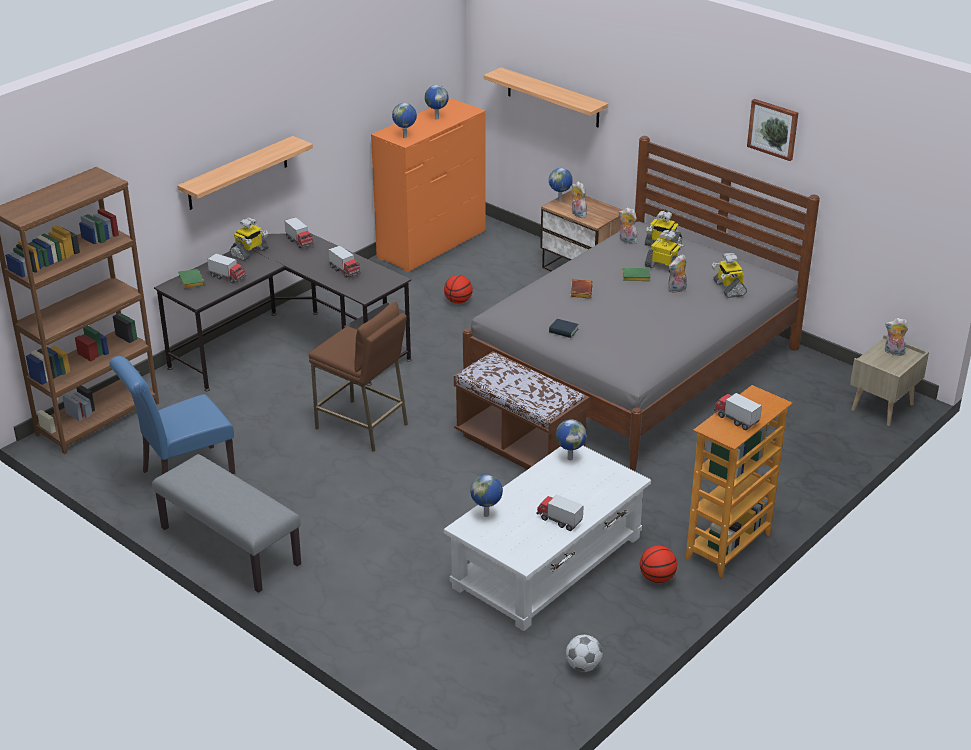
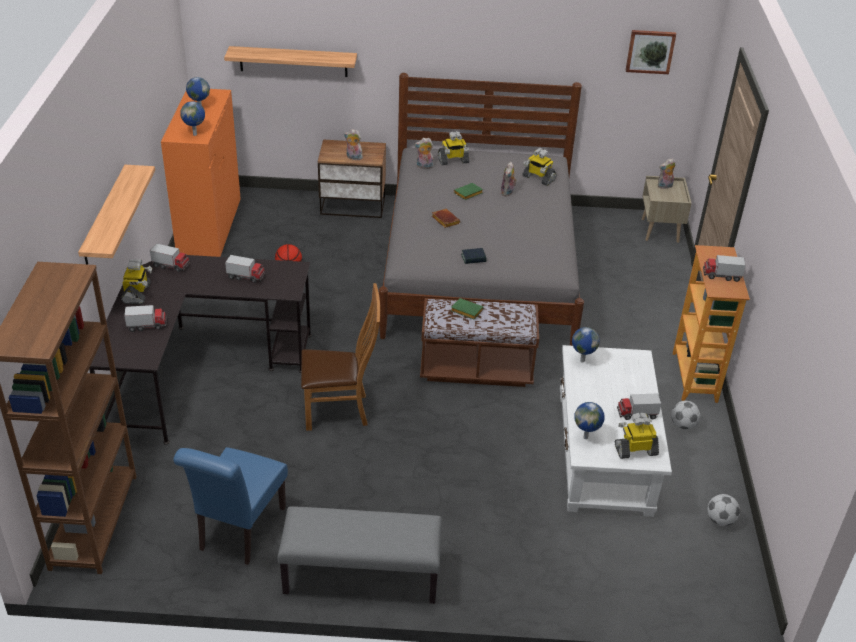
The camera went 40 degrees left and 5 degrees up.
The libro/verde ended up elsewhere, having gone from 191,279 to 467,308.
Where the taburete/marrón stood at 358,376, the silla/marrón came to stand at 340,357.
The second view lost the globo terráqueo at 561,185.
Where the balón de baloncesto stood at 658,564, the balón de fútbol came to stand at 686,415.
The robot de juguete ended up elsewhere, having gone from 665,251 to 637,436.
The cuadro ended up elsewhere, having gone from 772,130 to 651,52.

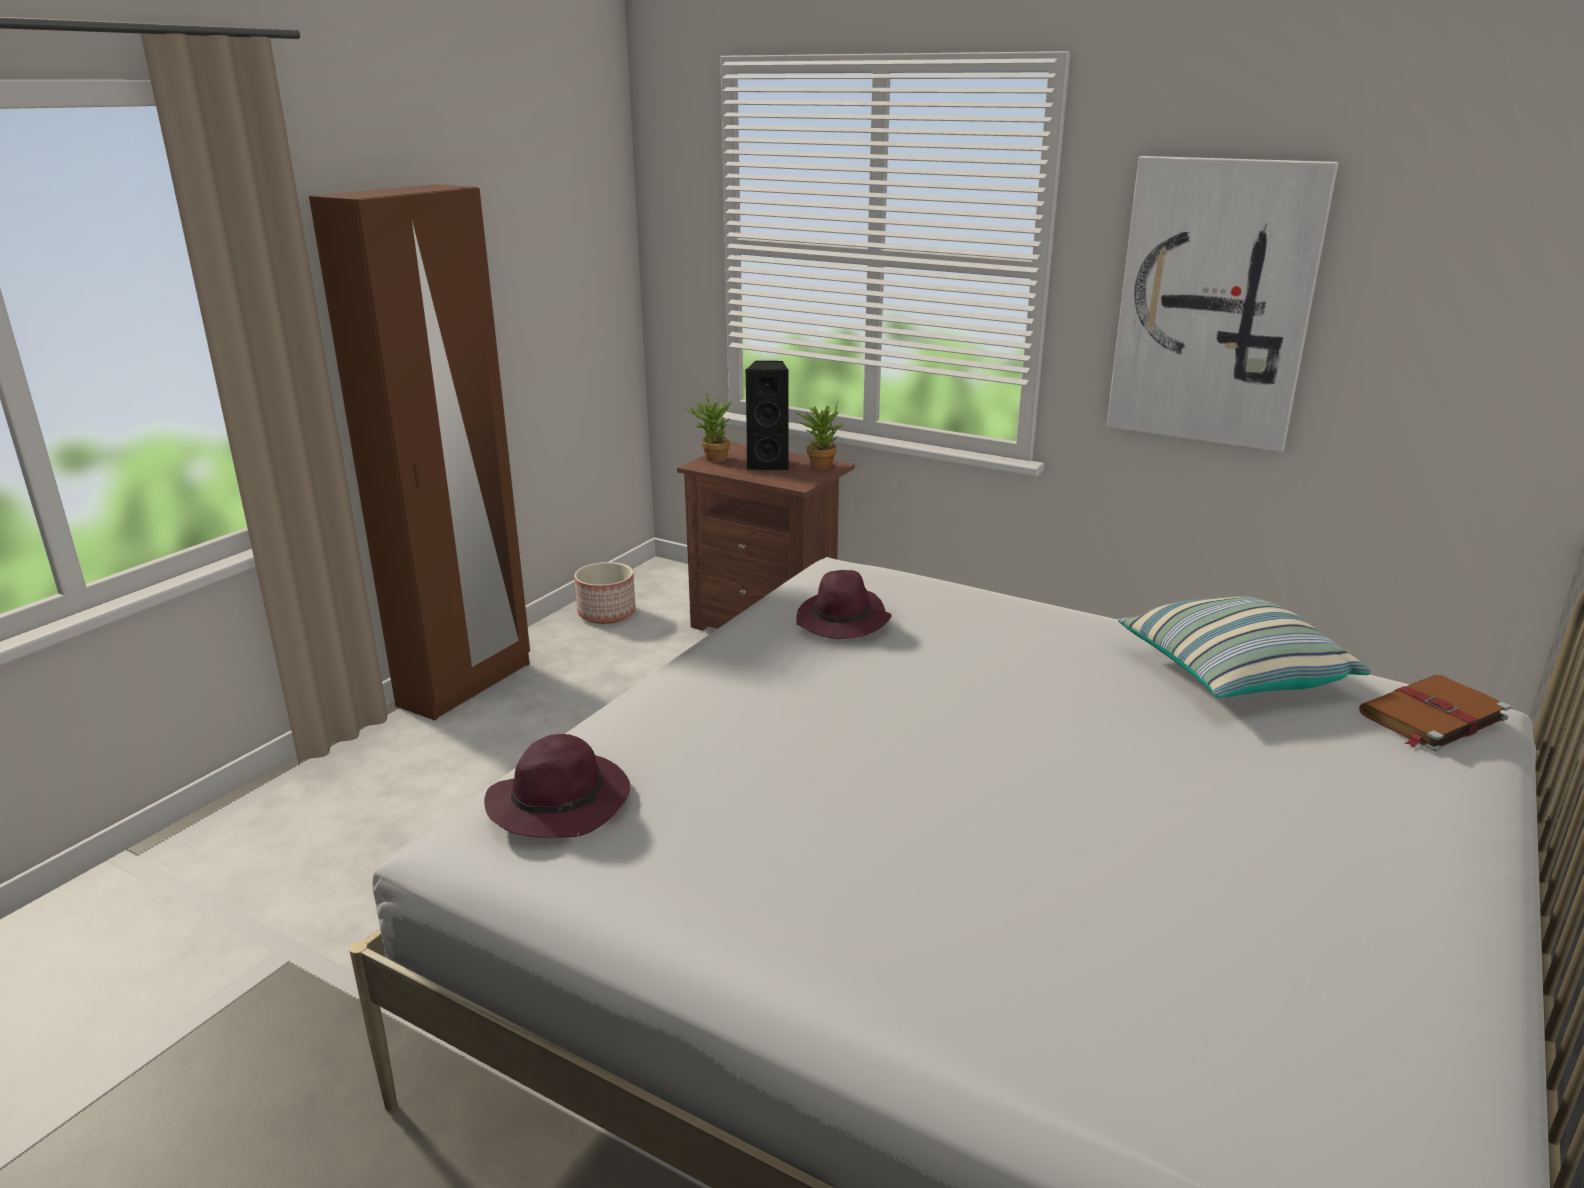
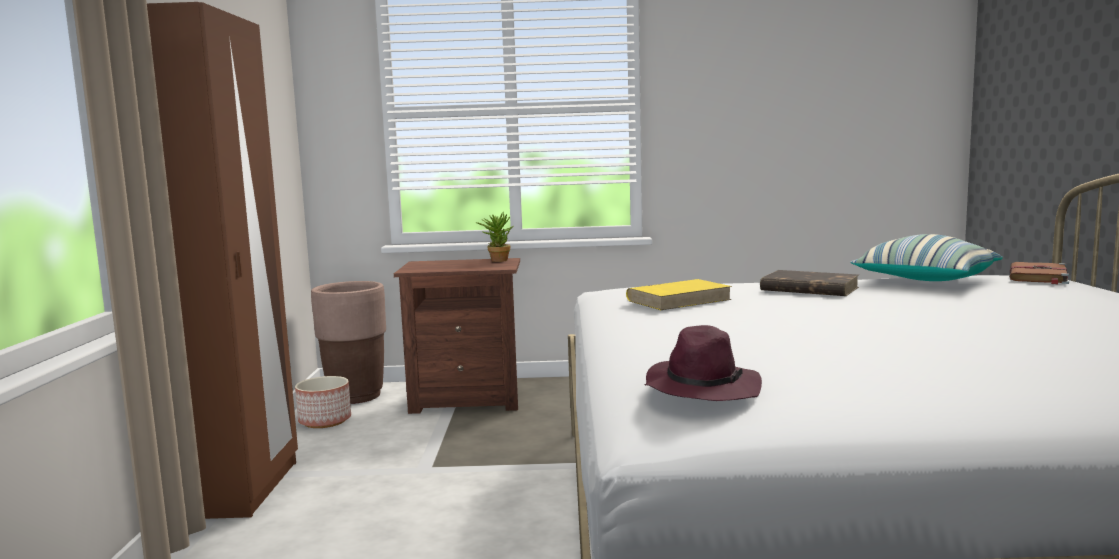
The camera went 30 degrees left and 15 degrees down.
The second view lost the planta en maceta at 708,428.
The second view lost the altavoz/negro at 767,415.
Where the sombrero/morado stood at 844,604, the libro/amarillo came to stand at 679,294.
The second view lost the cuadro at 1222,304.
The second view gained the maceta/marrón at 348,342.
The second view gained the libro/marrón at 809,283.

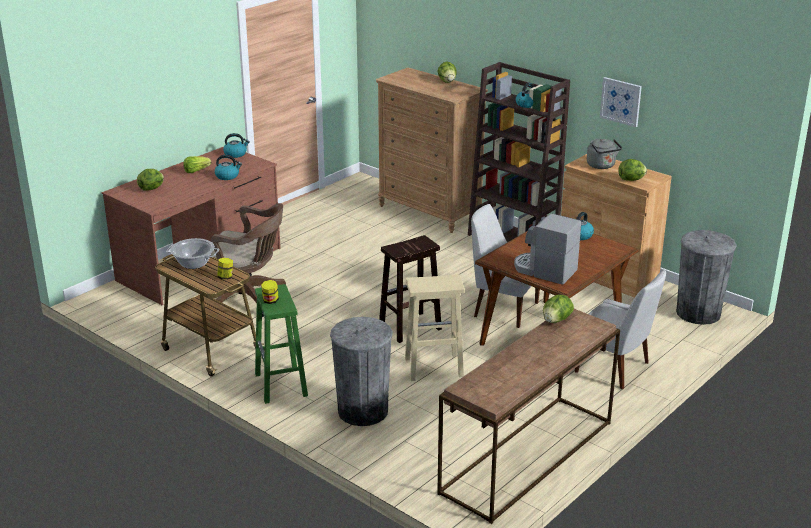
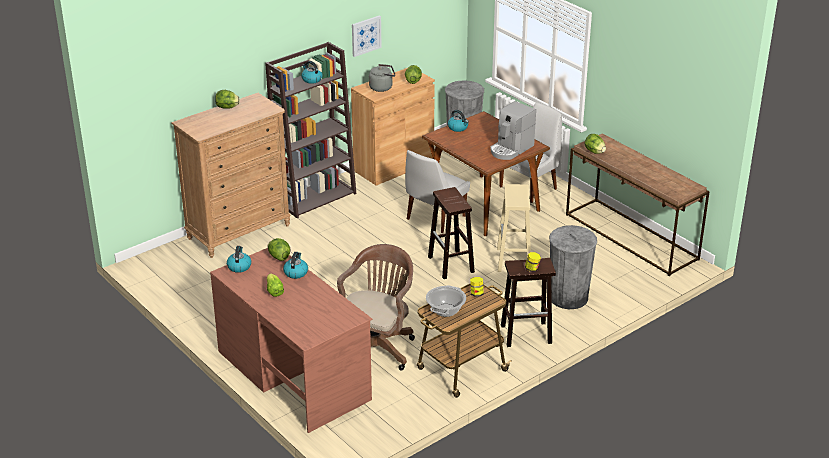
The camera went 80 degrees left and 5 degrees up.
The lechuga ended up elsewhere, having gone from 150,180 to 279,249.
What was the taburete/verde at 281,344 turned into the taburete/marrón at 528,302.

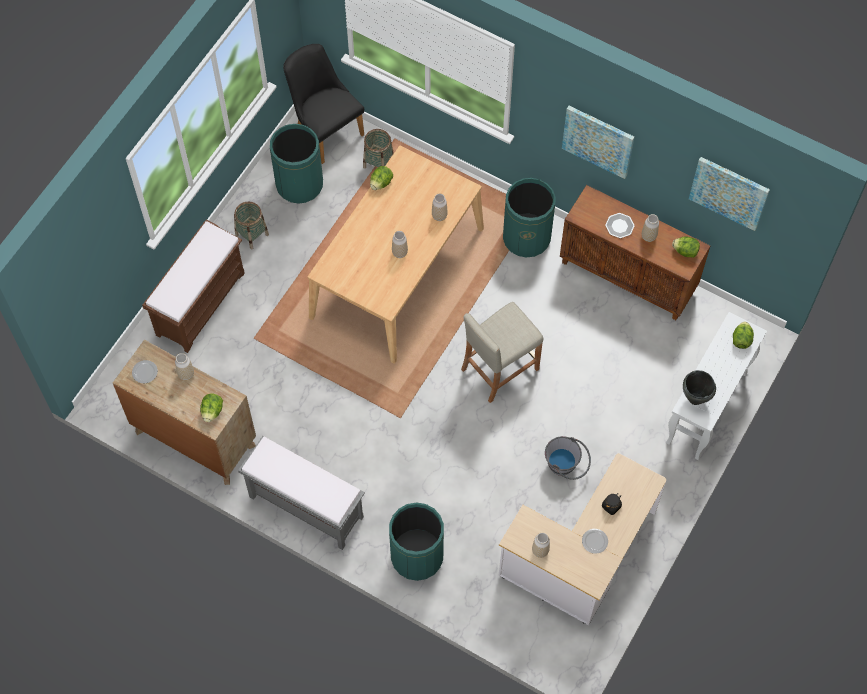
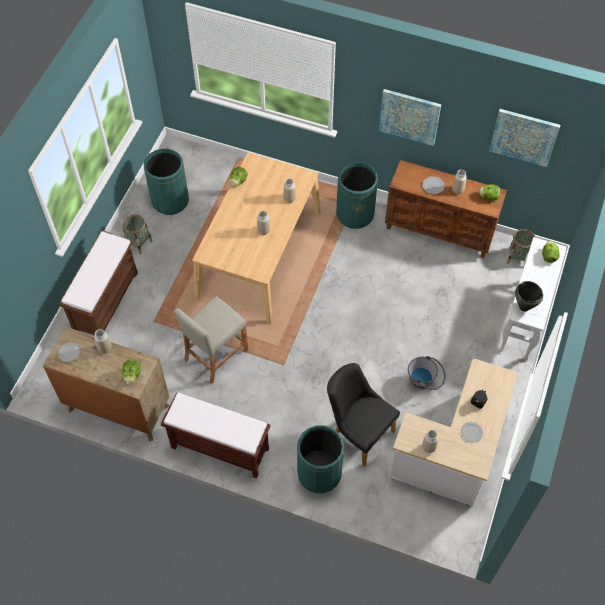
The camera went 10 degrees left and 5 degrees down.
What was the banco/gris at 301,493 turned into the banco/marrón at 216,435.
The silla/negro ended up elsewhere, having gone from 323,104 to 363,415.
The cesta ended up elsewhere, having gone from 378,149 to 520,246.
The taburete/beis ended up elsewhere, having gone from 502,352 to 211,340.

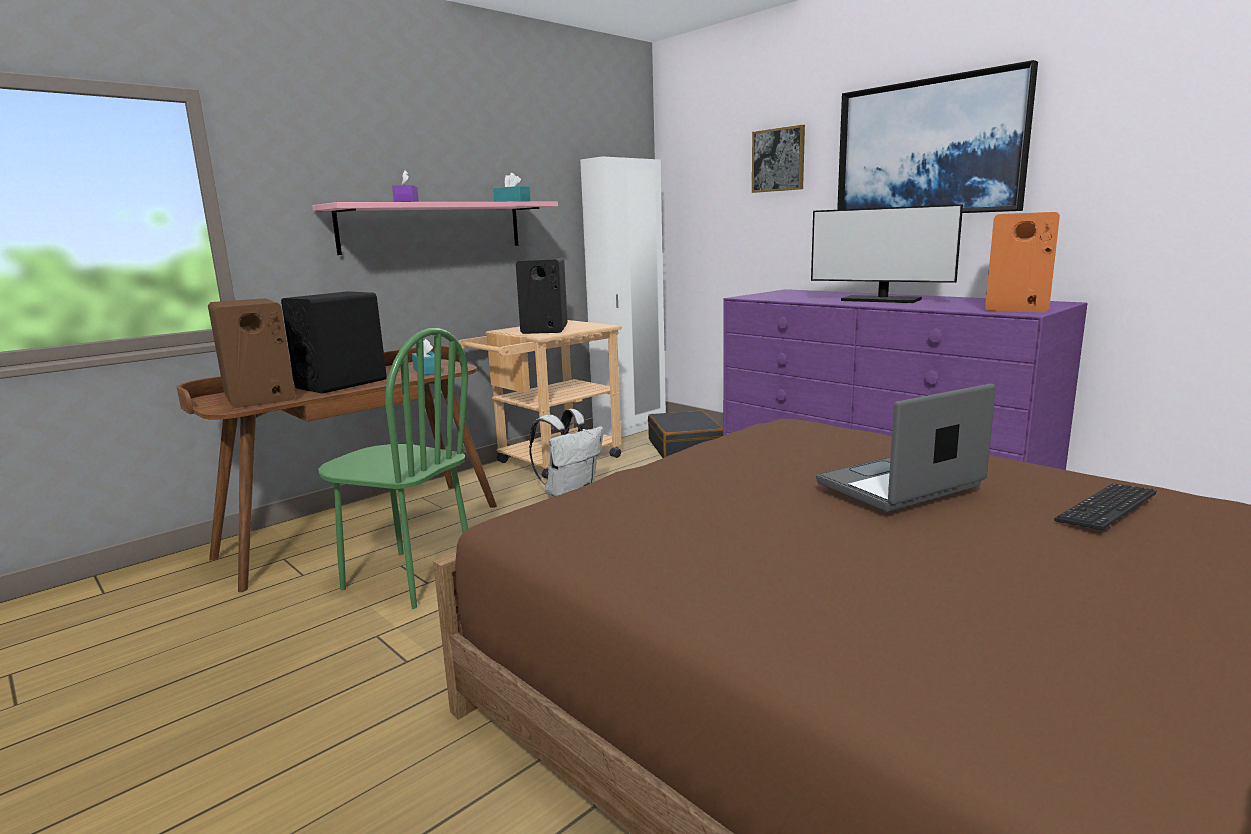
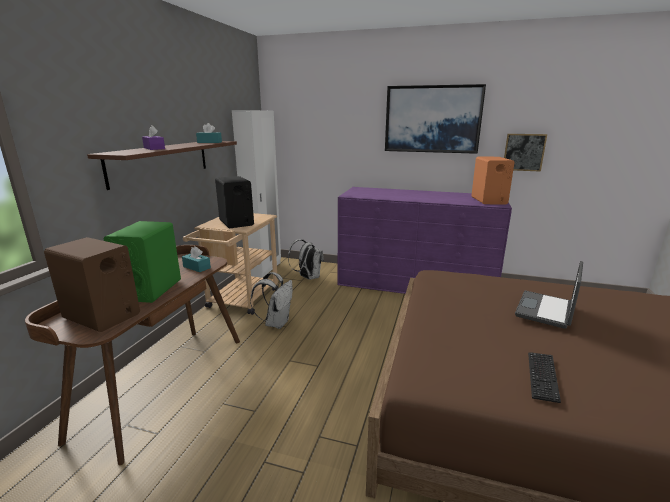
The camera went 30 degrees left and 5 degrees up.
What was the altavoz/negro at 334,342 turned into the altavoz/verde at 142,262.
What was the estante/rosa at 435,228 turned into the estante/marrón at 162,165.
The second view lost the silla/verde at 393,468.
Where the maleta/negro stood at 685,434, the mochila/blanco came to stand at 306,259.
The cuadro ended up elsewhere, having gone from 778,159 to 525,153.
The second view lost the monitor at 887,253.
The teclado ended up elsewhere, having gone from 1105,506 to 544,377.

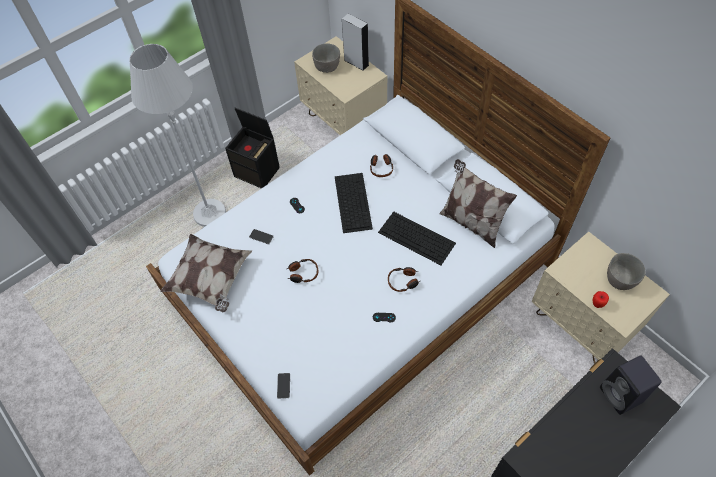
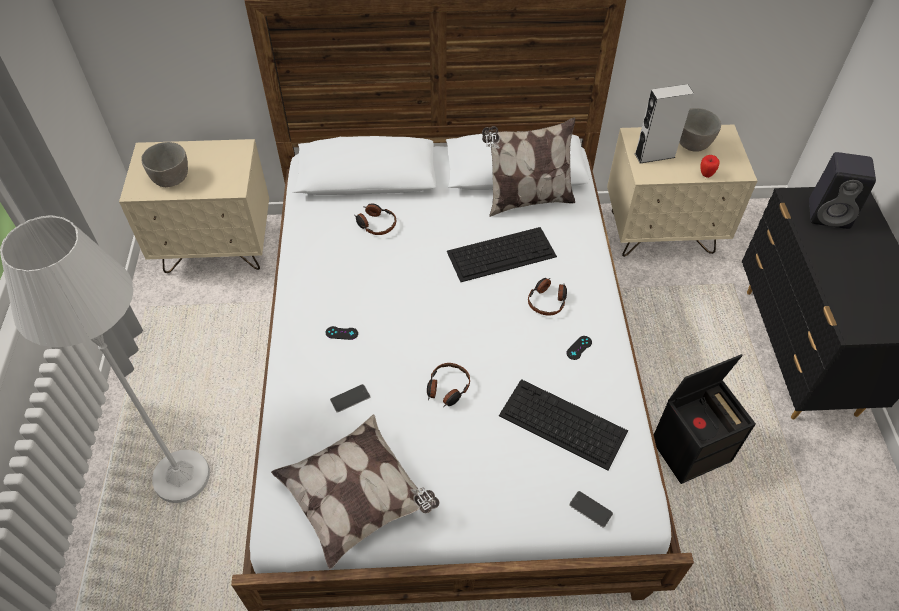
The camera went 55 degrees left and 5 degrees down.
The caja de almacenaje/negro ended up elsewhere, having gone from 252,148 to 705,419.
The teclado ended up elsewhere, having gone from 353,203 to 563,425.
The altavoz/gris ended up elsewhere, having gone from 355,42 to 664,123.

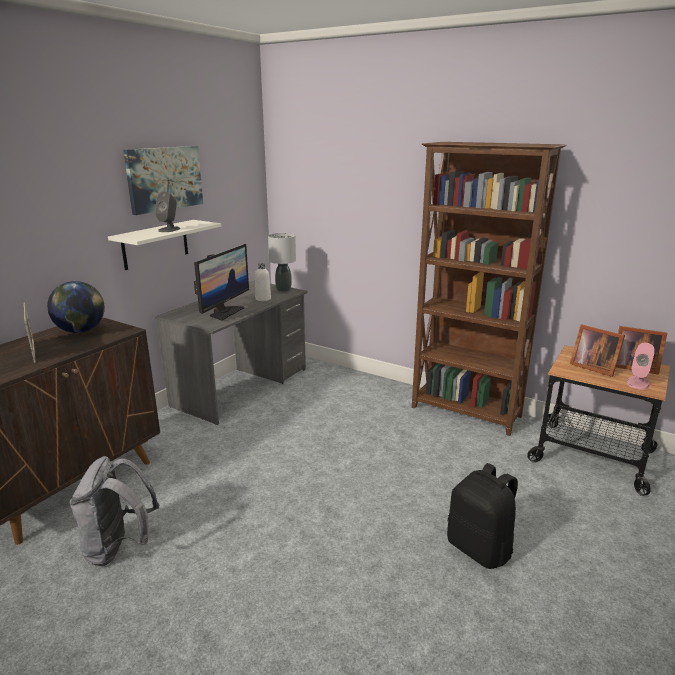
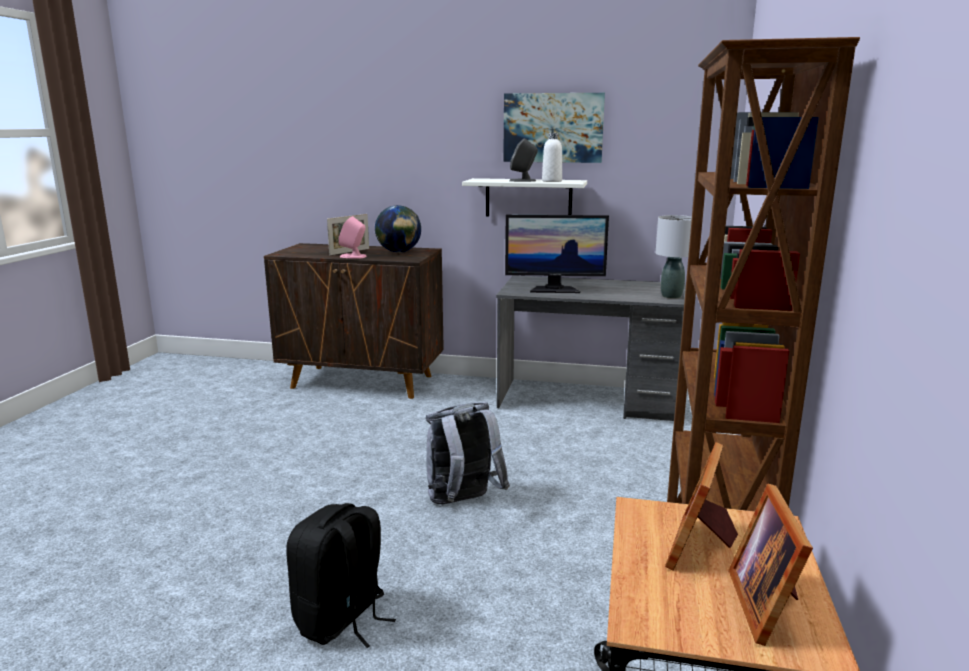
The camera went 70 degrees right and 5 degrees down.
The mochila/gris ended up elsewhere, having gone from 114,511 to 468,453.
The botella/blanco ended up elsewhere, having gone from 263,282 to 552,157.
The altavoz/rosa ended up elsewhere, having gone from 641,366 to 352,237.

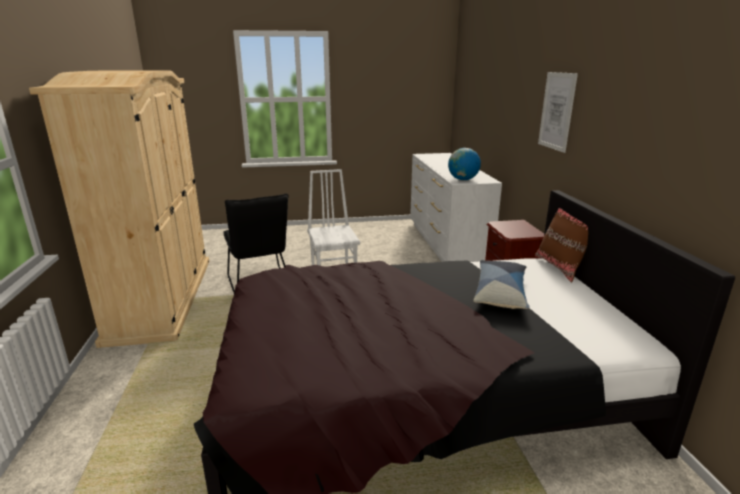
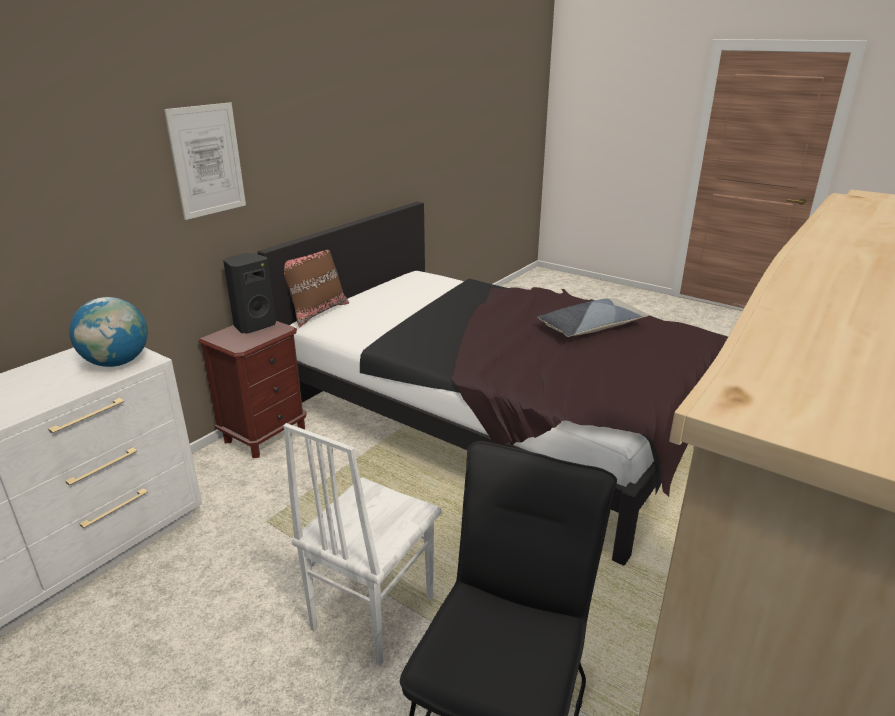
The camera went 135 degrees left and 5 degrees up.
The cojín ended up elsewhere, having gone from 501,284 to 592,317.
The second view gained the altavoz/negro at 249,293.

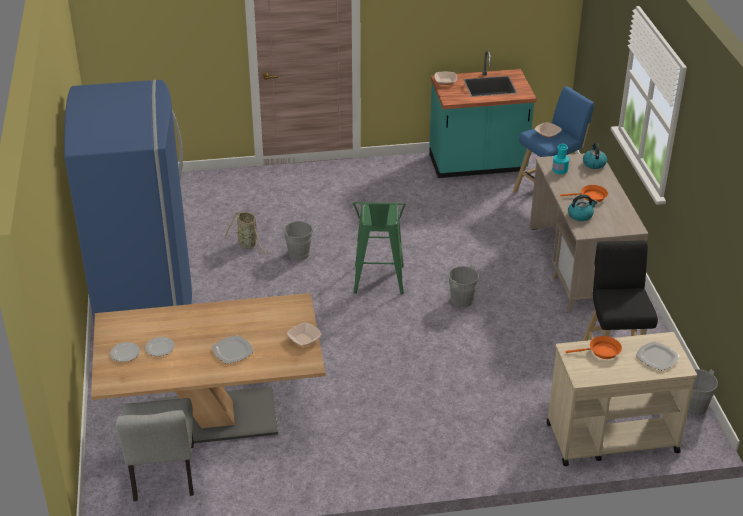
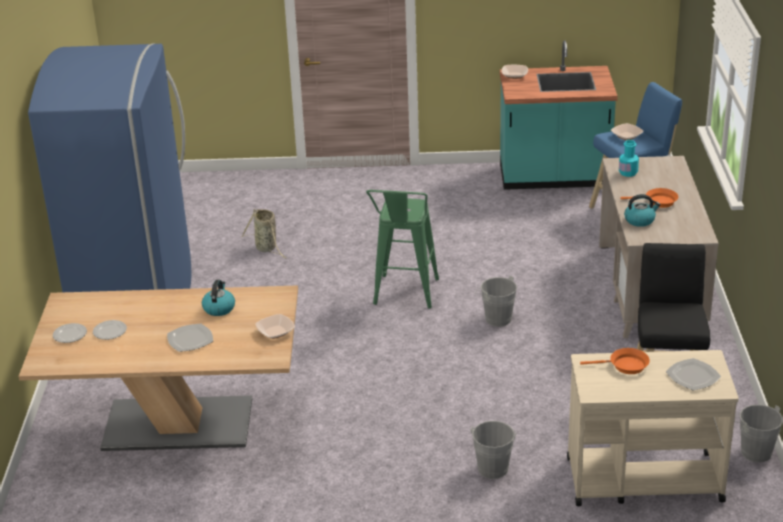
The camera went 10 degrees right and 5 degrees down.
The second view lost the silla/gris at 155,449.
The cubo/gris ended up elsewhere, having gone from 298,241 to 493,450.
The hervidor ended up elsewhere, having gone from 595,156 to 218,298.

